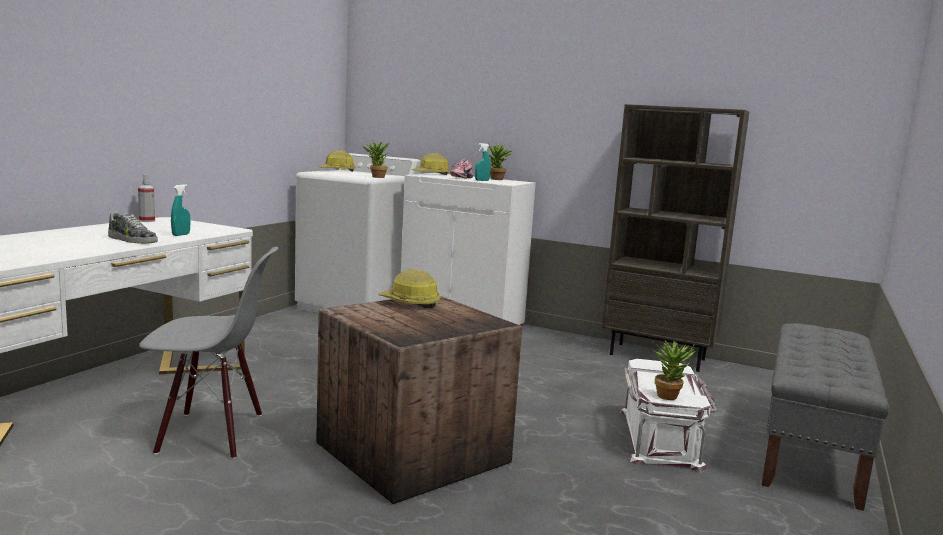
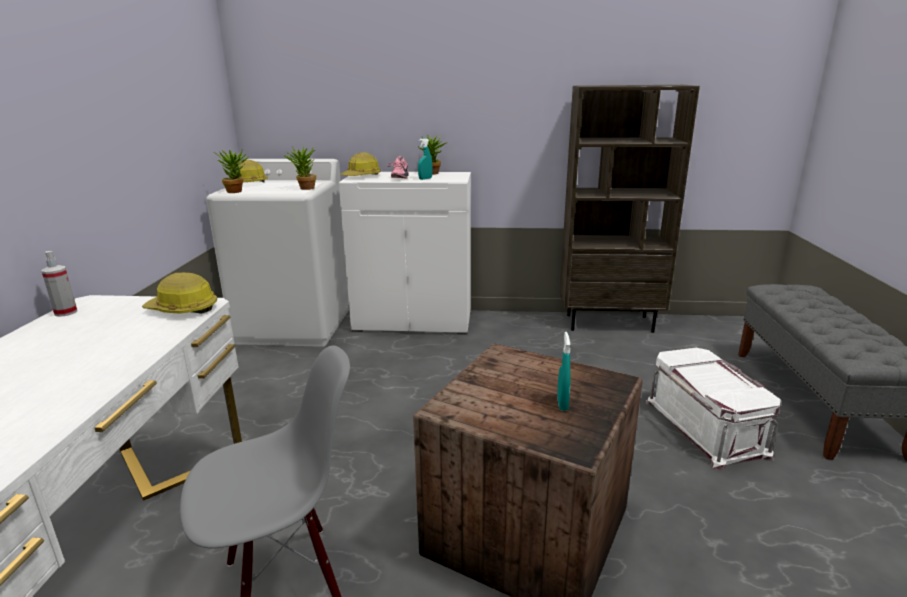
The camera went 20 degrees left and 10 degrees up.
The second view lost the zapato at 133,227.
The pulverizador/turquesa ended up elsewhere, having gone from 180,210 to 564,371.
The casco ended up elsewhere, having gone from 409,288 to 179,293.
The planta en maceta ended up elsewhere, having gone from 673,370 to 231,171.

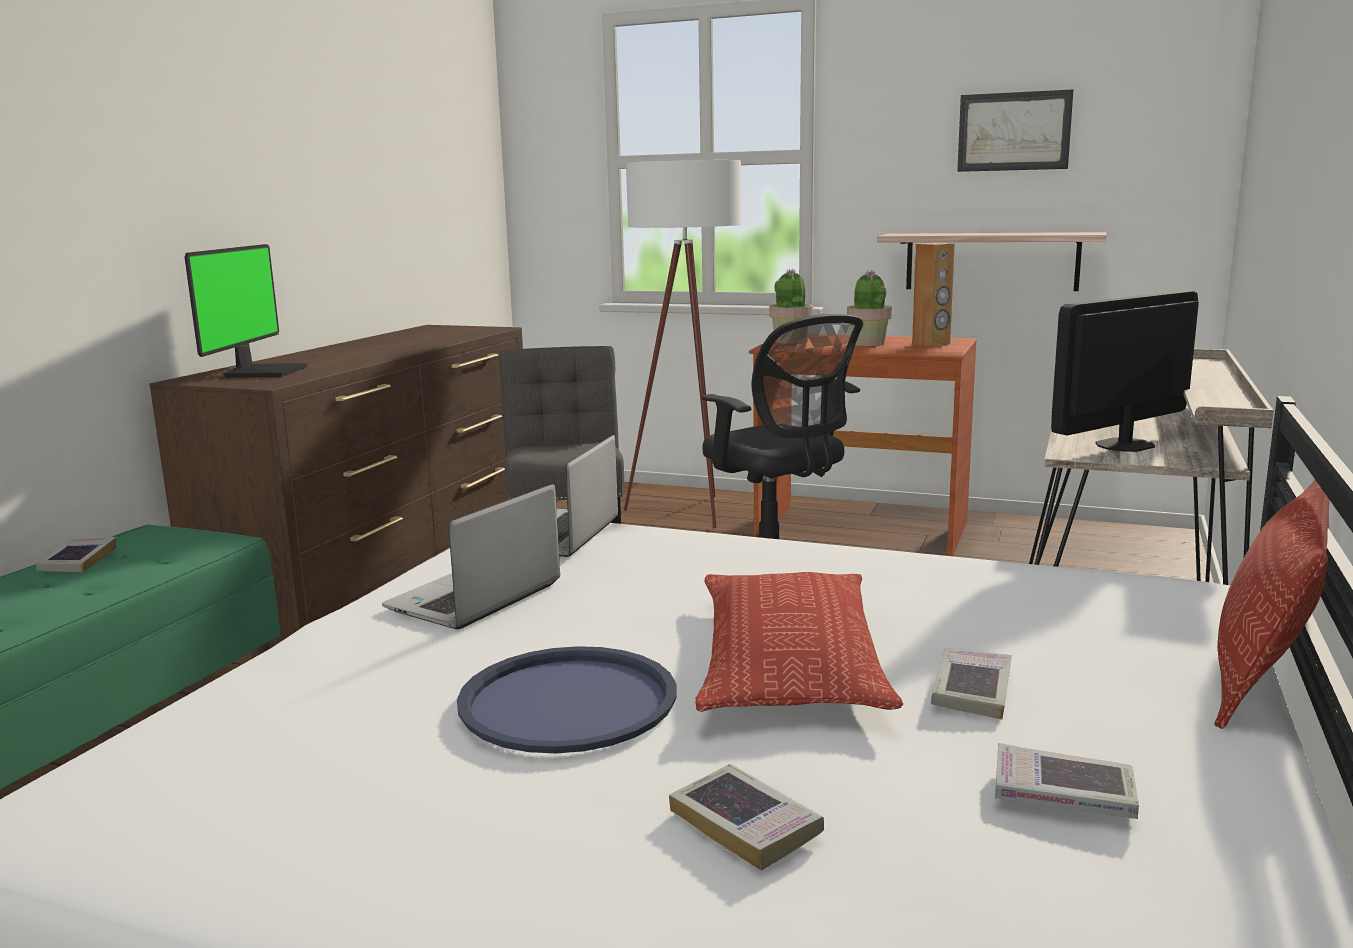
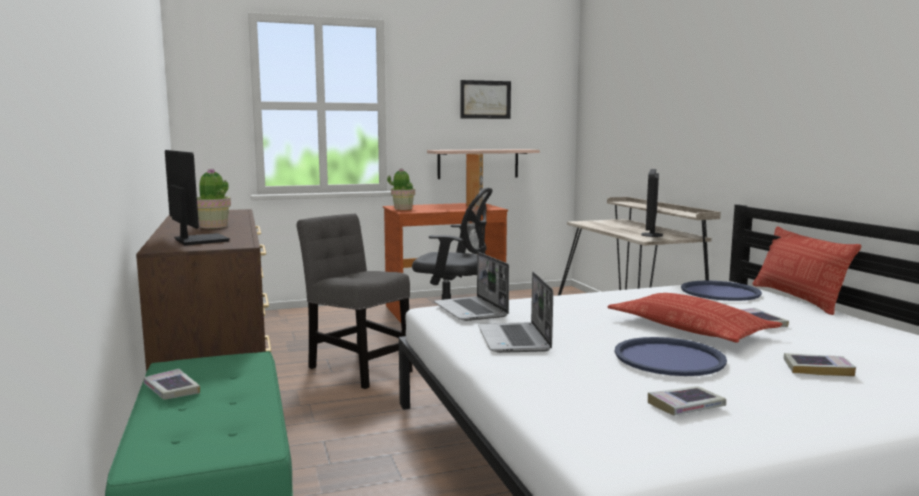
The camera went 40 degrees left and 5 degrees down.
The second view lost the lámpara de pie/blanco at 682,344.
The planta en maceta ended up elsewhere, having gone from 869,308 to 214,199.
The libro ended up elsewhere, having gone from 1067,781 to 687,400.
The second view gained the bandeja/azul at 721,291.

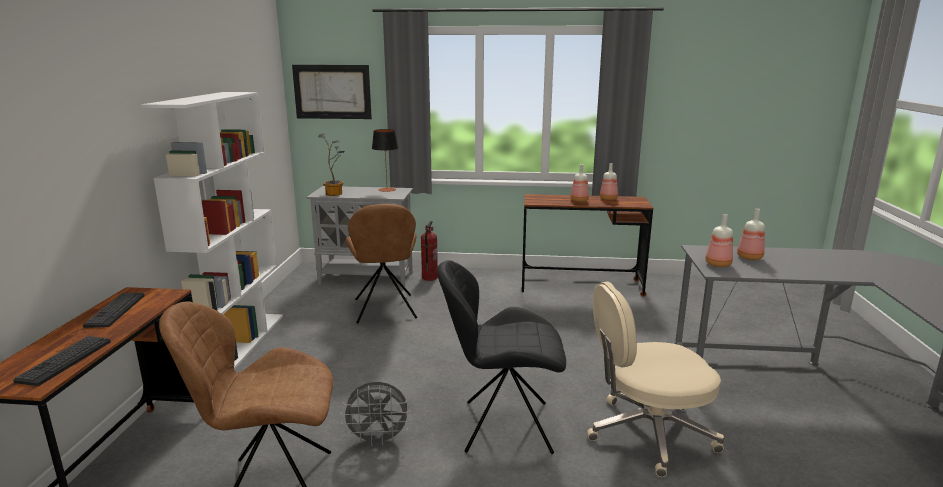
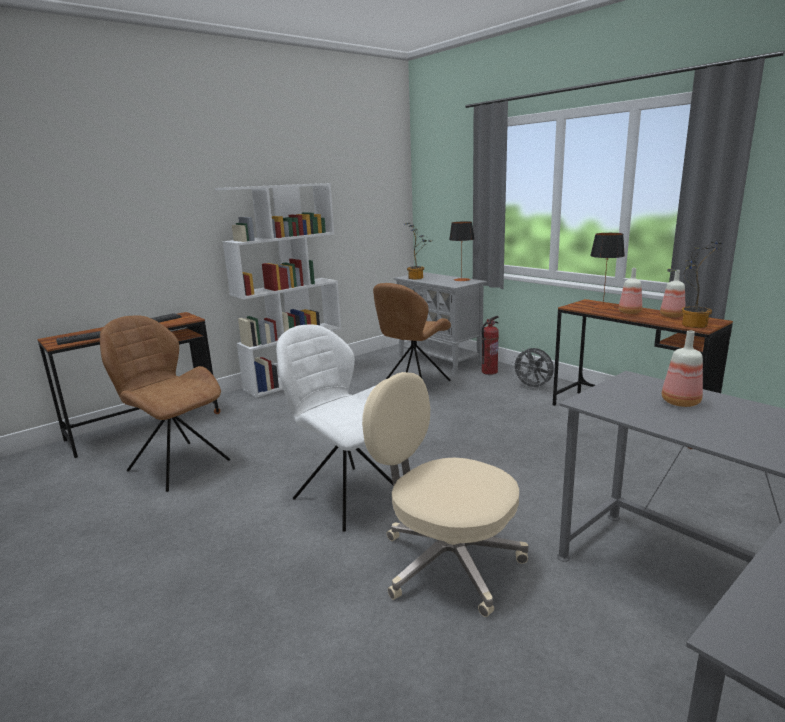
The camera went 45 degrees right and 0 degrees up.
The second view lost the cuadro at 332,92.
The ventilador/gris ended up elsewhere, having gone from 375,414 to 533,368.
What was the silla/negro at 501,357 turned into the silla/blanco at 334,428.
The second view lost the botella at 719,240.
The second view gained the lámpara de mesa at 607,271.
The second view gained the planta en maceta at 694,285.

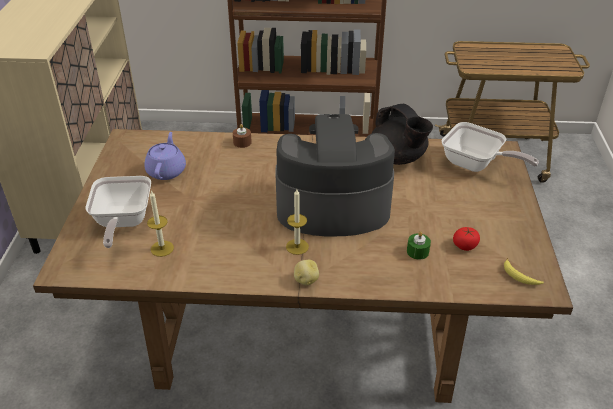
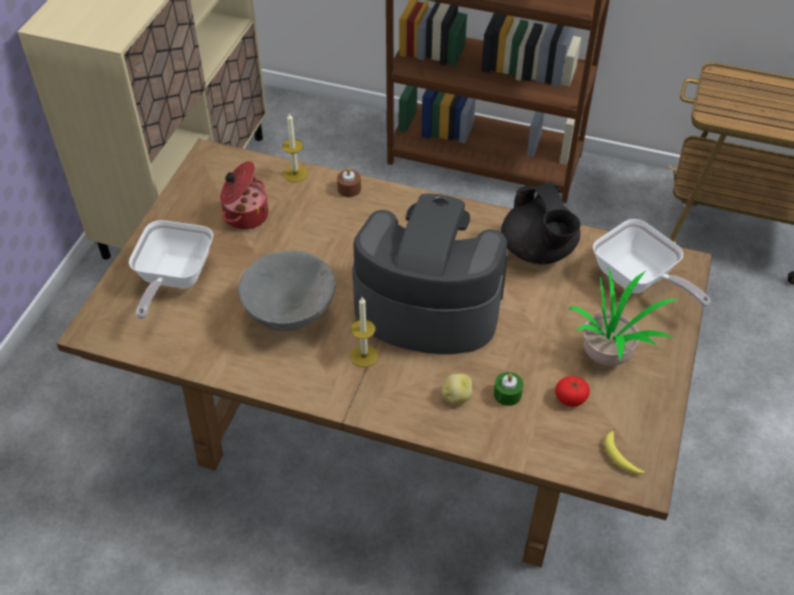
The camera went 15 degrees right and 10 degrees up.
Where the tetera/morado stood at 165,156, the olla came to stand at 244,195.
The vela ended up elsewhere, having gone from 160,223 to 295,147.
The patata ended up elsewhere, having gone from 306,272 to 457,389.
The second view gained the cuenco/gris at 287,291.
The second view gained the planta en maceta at 623,317.

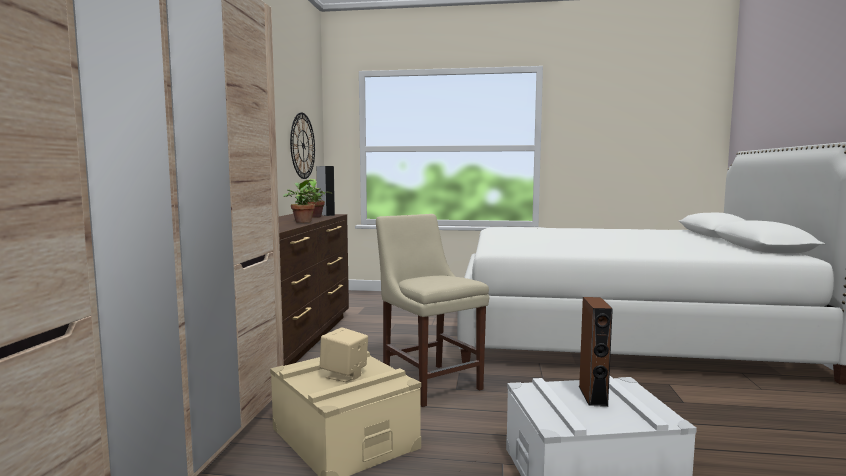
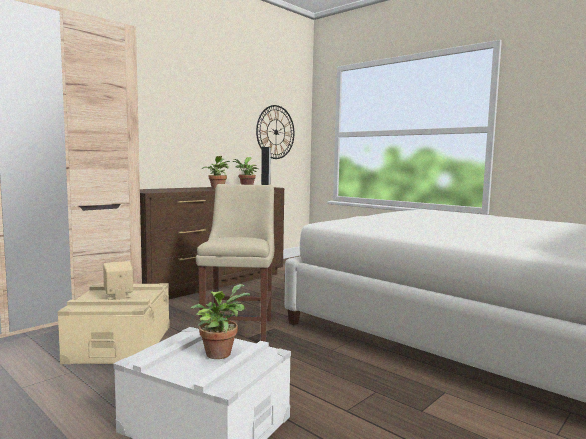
The camera went 35 degrees right and 0 degrees up.
Where the altavoz/marrón stood at 596,352, the planta en maceta came to stand at 220,321.

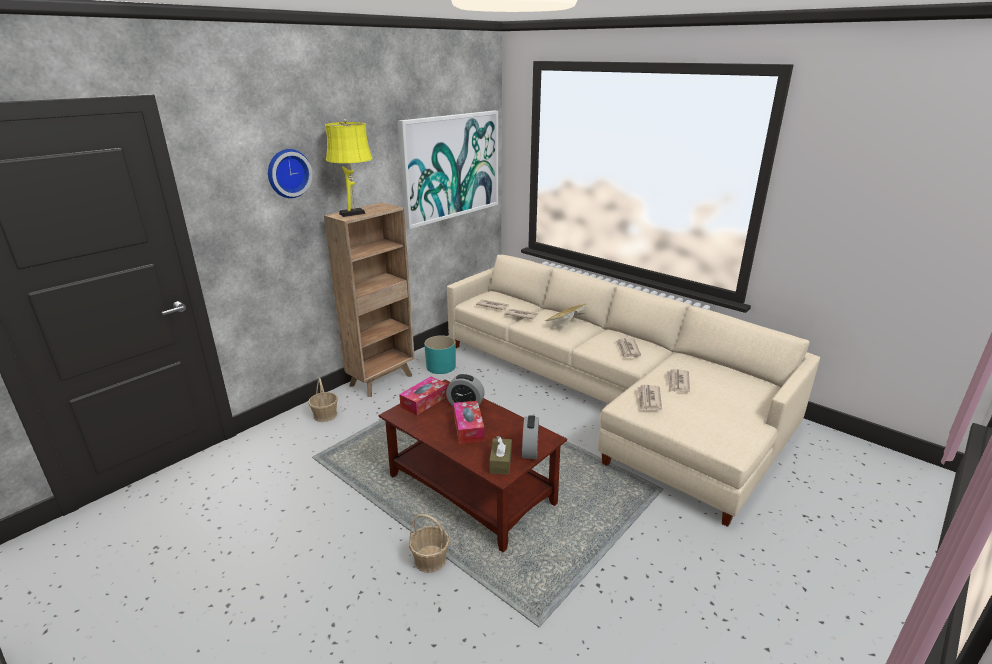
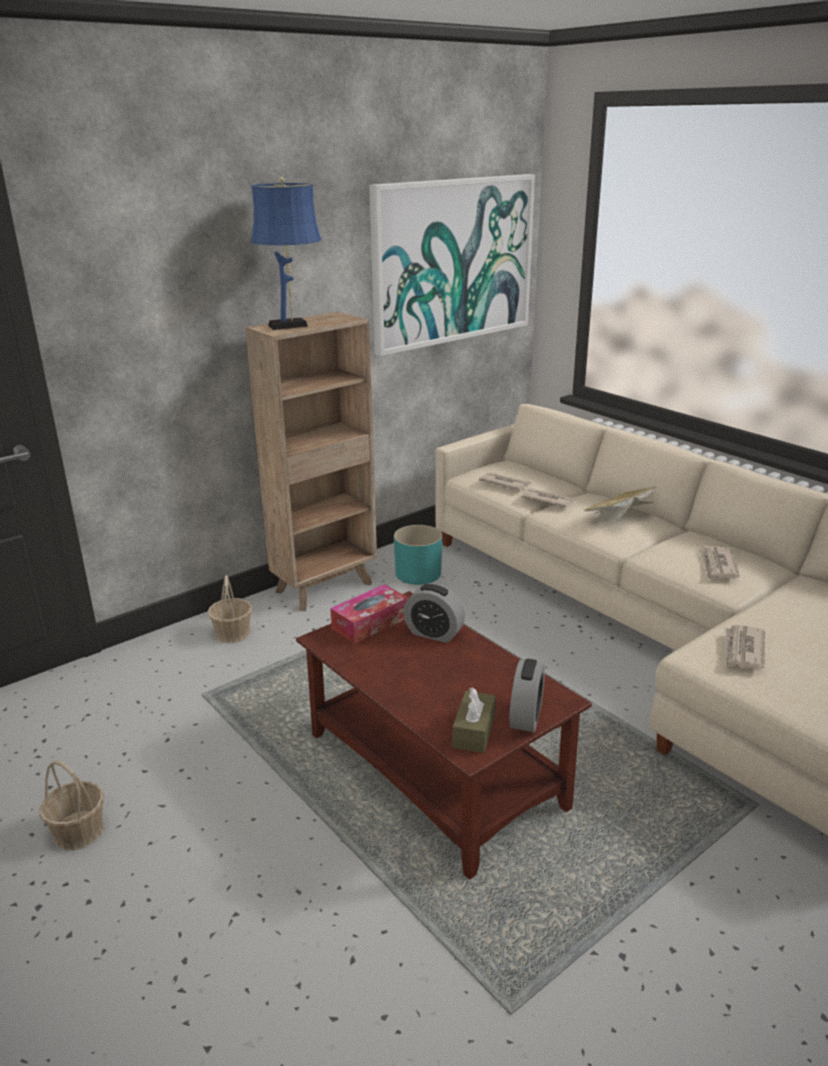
The camera went 10 degrees right and 0 degrees up.
The second view lost the reloj de pared at 290,173.
What was the lámpara de mesa/amarillo at 349,168 turned into the lámpara de mesa/azul at 286,253.
The cesta ended up elsewhere, having gone from 429,543 to 72,805.
The second view lost the caja de pañuelos at 469,422.
The second view lost the periódico at 678,380.

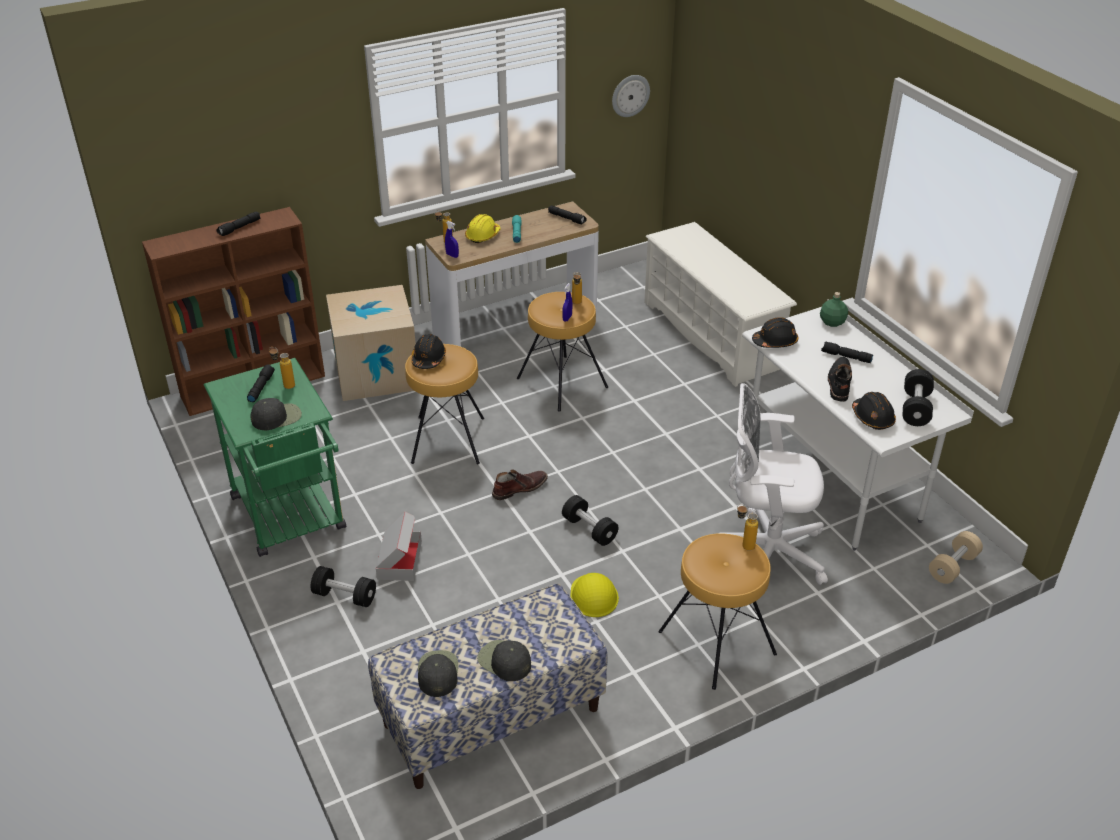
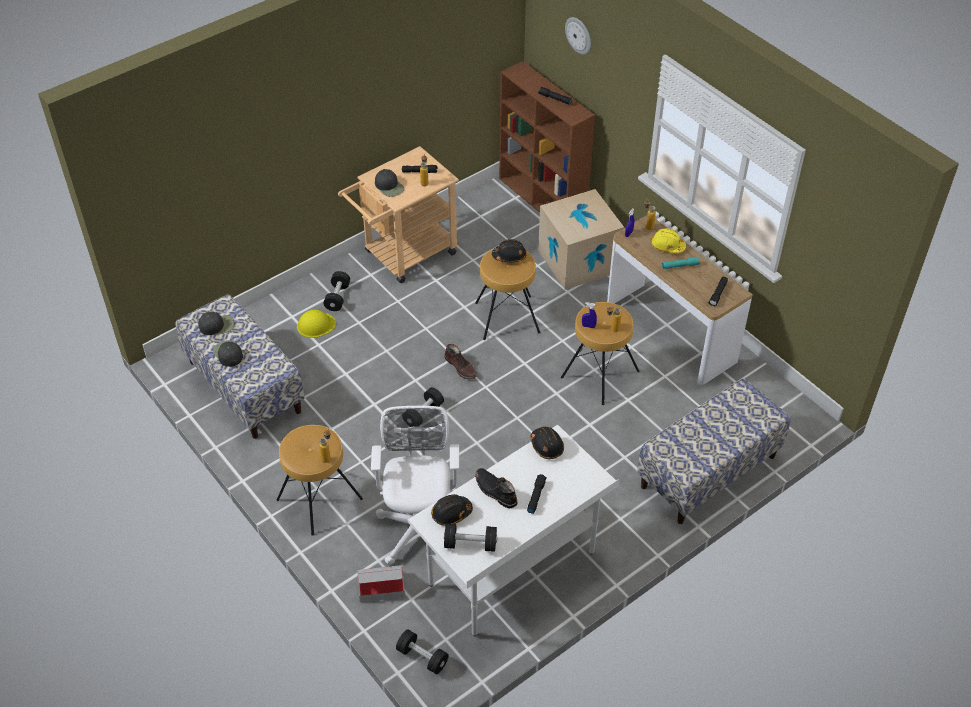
The camera went 80 degrees right and 10 degrees up.
What was the carrito/verde at 275,457 turned into the carrito/beis at 398,214.
The caja de cartón ended up elsewhere, having gone from 399,546 to 381,583.
The gorra/negro at 504,660 ended up facing another way, 60 degrees counterclockwise from before.
The casco/amarillo ended up elsewhere, having gone from 594,595 to 316,324.
The reloj de pared ended up elsewhere, having gone from 631,96 to 578,36.
Where the zapatero/blanco stood at 720,304, the banco came to stand at 714,451.
The second view lost the botella/verde at 834,309.
The bota/negro at 840,379 ended up facing another way, 135 degrees counterclockwise from before.
What was the mancuerna/beis at 956,557 turned into the mancuerna/negro at 422,651.

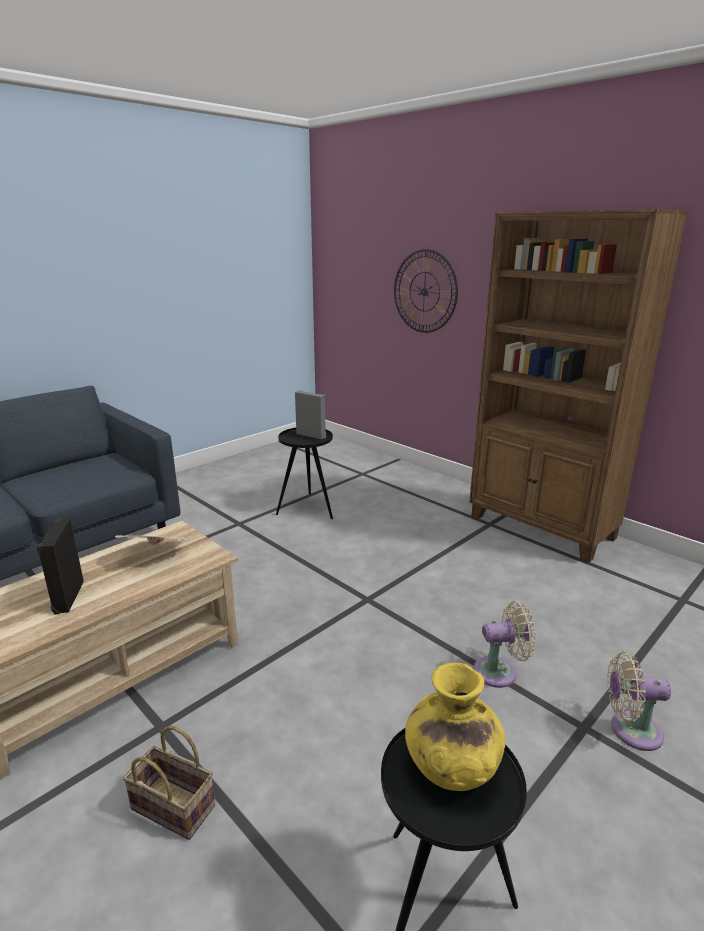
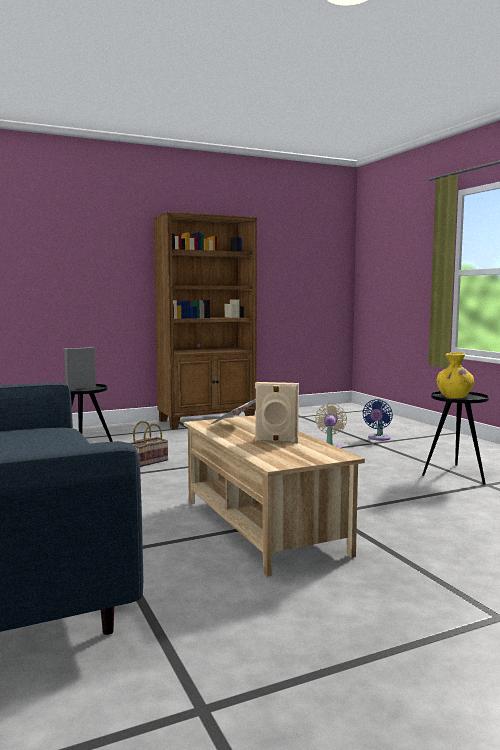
The camera went 70 degrees left and 15 degrees down.
What was the altavoz/negro at 60,566 turned into the altavoz/beis at 277,413.
The cesta ended up elsewhere, having gone from 169,783 to 149,444.
The second view lost the reloj de pared at 426,291.
What was the ventilador/beis at 639,701 turned into the ventilador/azul at 378,420.

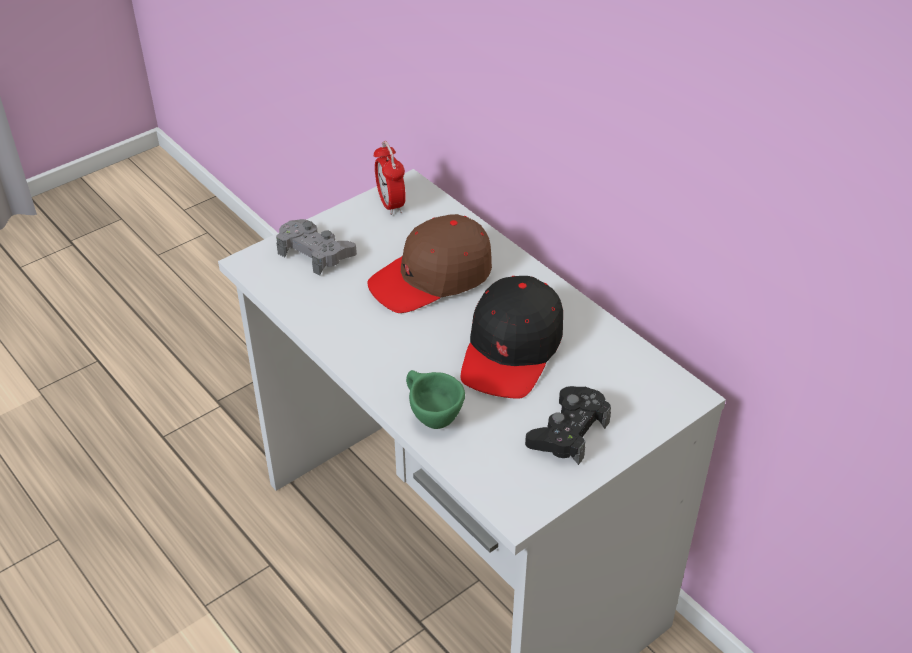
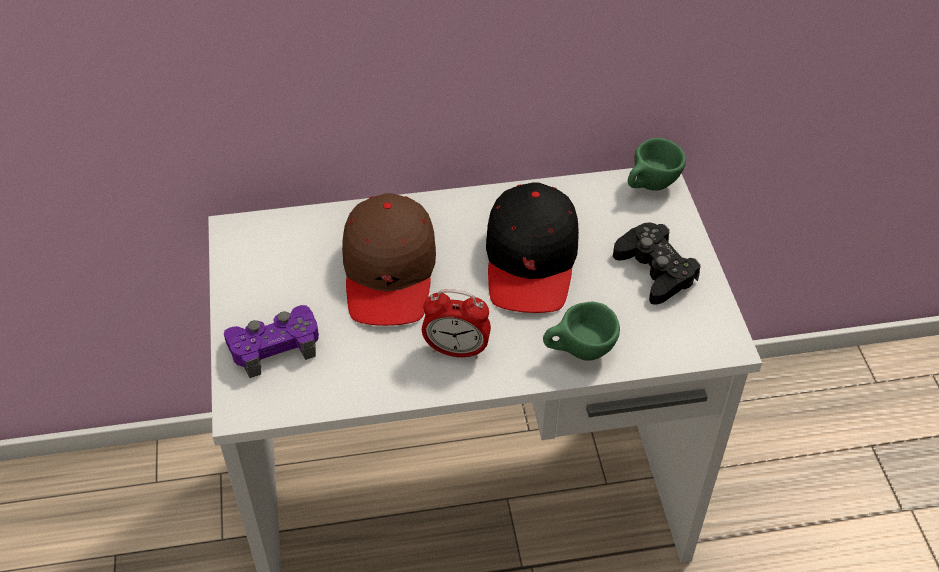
The camera went 60 degrees left and 5 degrees up.
What was the mando de consola/gris at 316,247 turned into the mando de consola/morado at 271,341.
The despertador ended up elsewhere, having gone from 390,178 to 456,324.
The gorra/negro at 512,337 ended up facing another way, 45 degrees clockwise from before.
The second view gained the taza/verde at 657,164.

